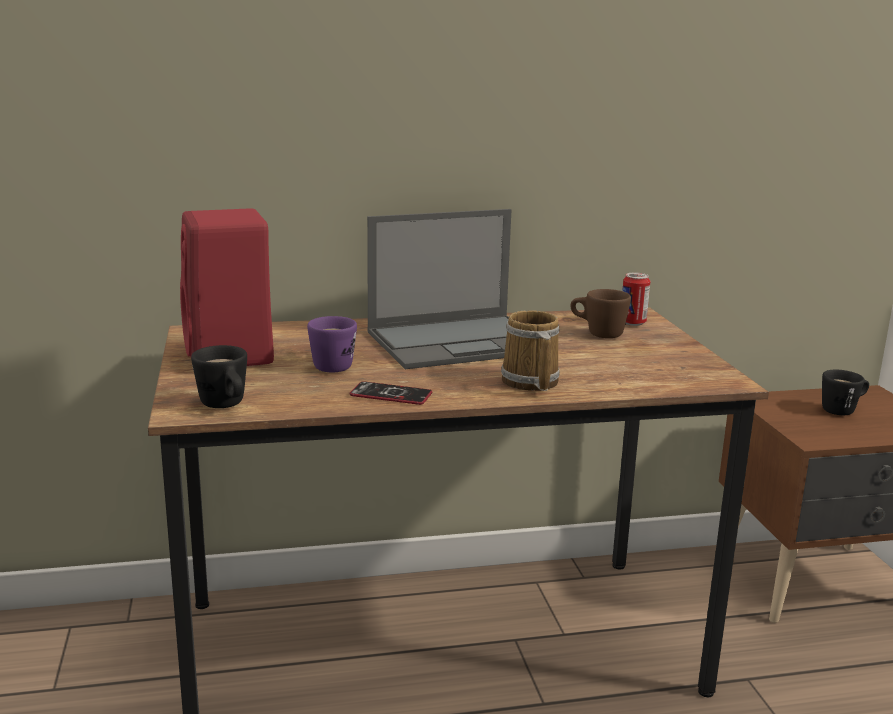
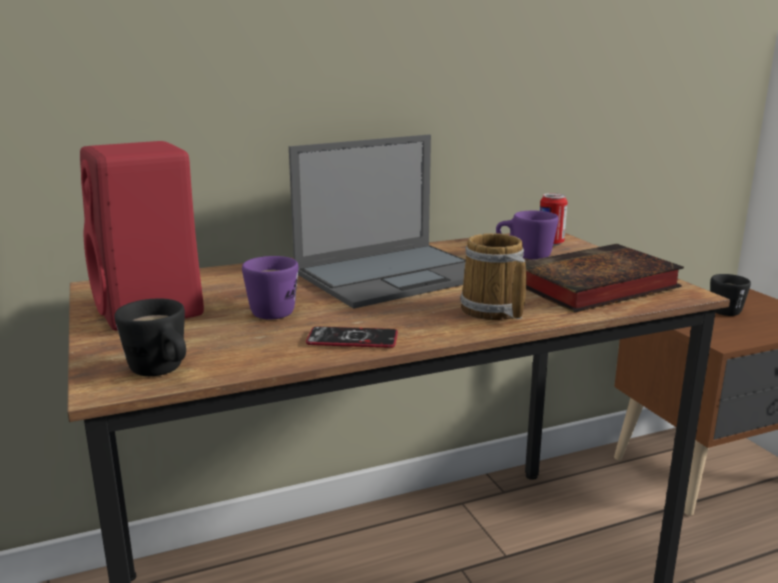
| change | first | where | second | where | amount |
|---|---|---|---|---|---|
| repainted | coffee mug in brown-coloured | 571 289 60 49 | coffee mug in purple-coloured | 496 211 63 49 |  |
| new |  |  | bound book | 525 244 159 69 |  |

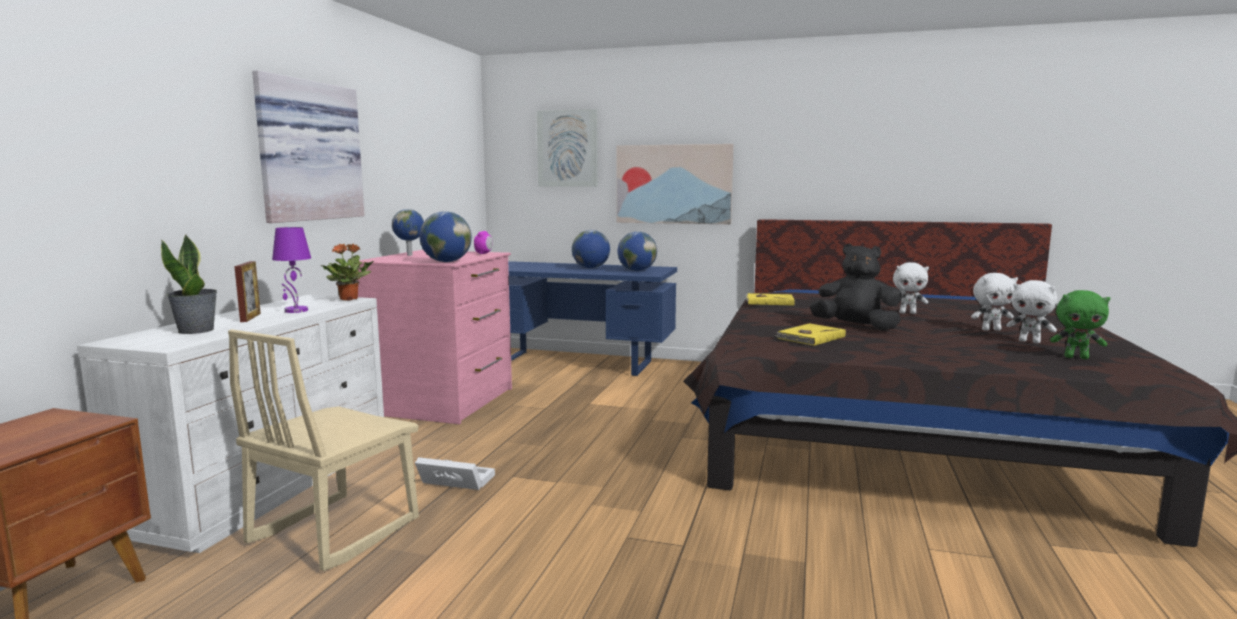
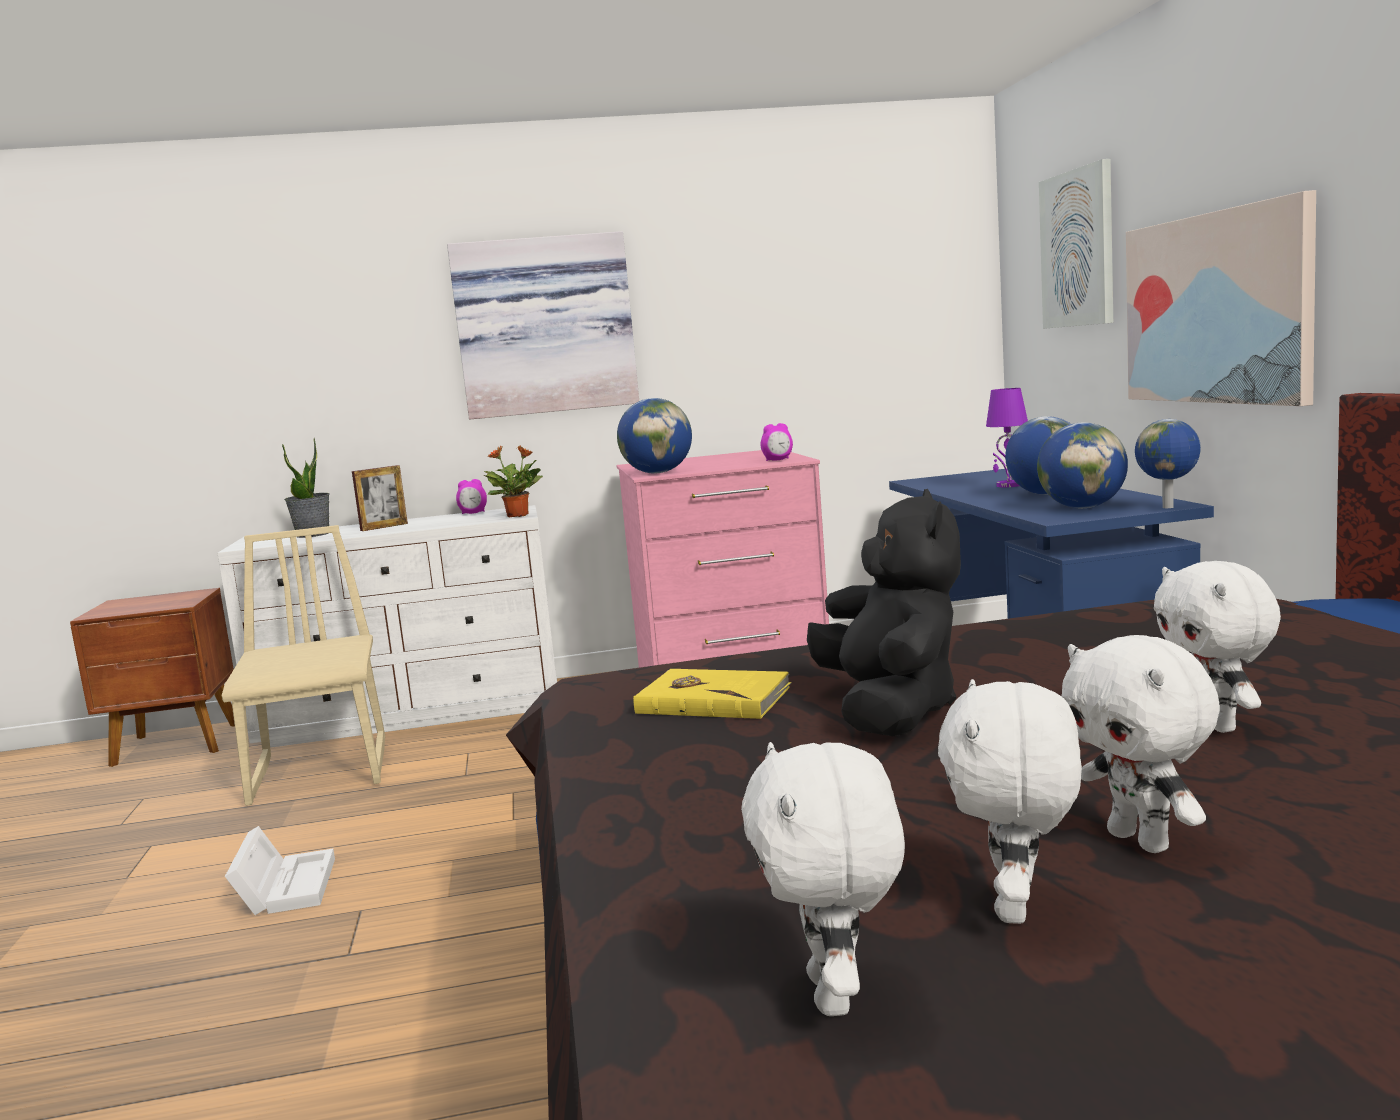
| change | first | where | second | where | amount |
|---|---|---|---|---|---|
| rotated | chair in beige-coloured | 228 329 191 242 |  | 222 525 163 281 | 75 degrees clockwise |
| shifted | storage bin in white-coloured | 415 457 80 33 |  | 225 826 110 89 |  |
| new |  |  | alarm clock | 456 479 31 35 |  |
| repainted | soft toy in green-coloured | 1050 290 60 69 | soft toy in white-coloured | 741 742 164 274 |  |
| shifted | lamp for a table in purple-coloured | 272 227 39 86 |  | 986 388 42 99 |  |
| shifted | globe | 392 209 32 47 |  | 1135 419 66 89 |  |
| gone | bound book in yellow-coloured | 746 293 49 13 |  |  |  |

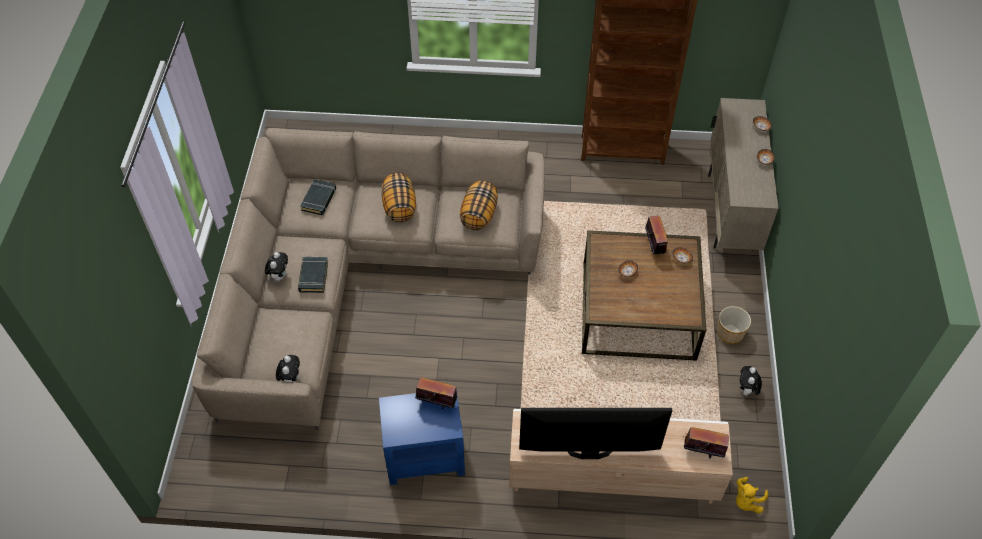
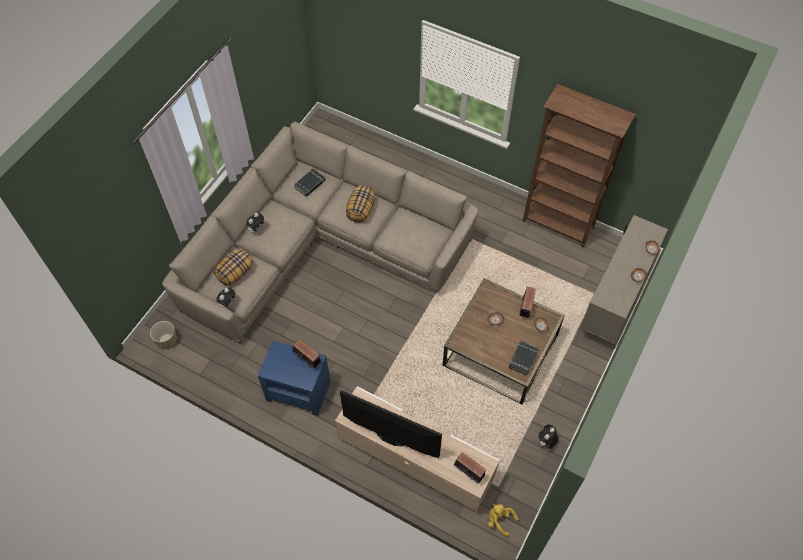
| change | first | where | second | where | amount |
|---|---|---|---|---|---|
| shifted | planter | 717 306 34 38 |  | 150 321 27 28 |  |
| shifted | throw pillow | 460 181 38 49 |  | 214 248 39 38 |  |
| rotated | soft toy in yellow-coloured | 736 477 32 37 |  | 488 503 30 34 | 60 degrees clockwise |
| shifted | bound book in blackish | 298 257 30 36 |  | 509 341 30 35 |  |

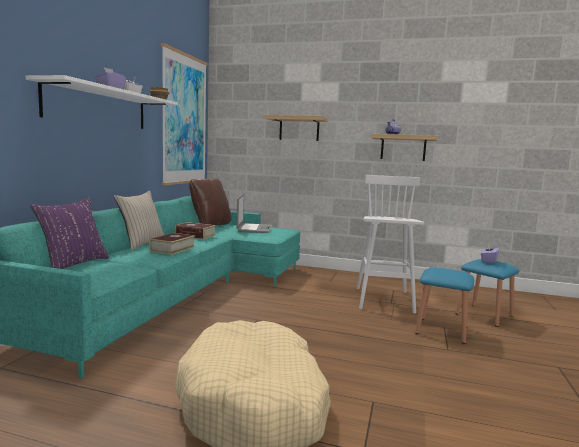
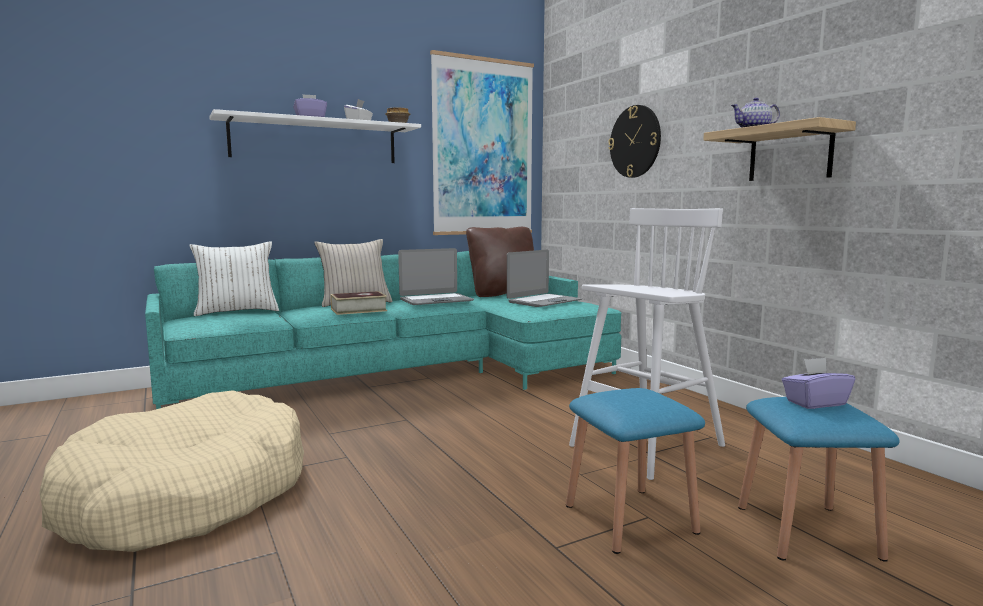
| change | first | where | second | where | amount |
|---|---|---|---|---|---|
| repainted | throw pillow in purple-coloured | 30 197 80 72 | throw pillow in white-coloured | 189 241 90 75 |  |
| swapped | bound book | 175 222 41 17 | laptop | 398 248 76 57 |  |
| swapped | bracket shelf | 265 115 63 26 | hanging clock | 608 105 53 73 |  |

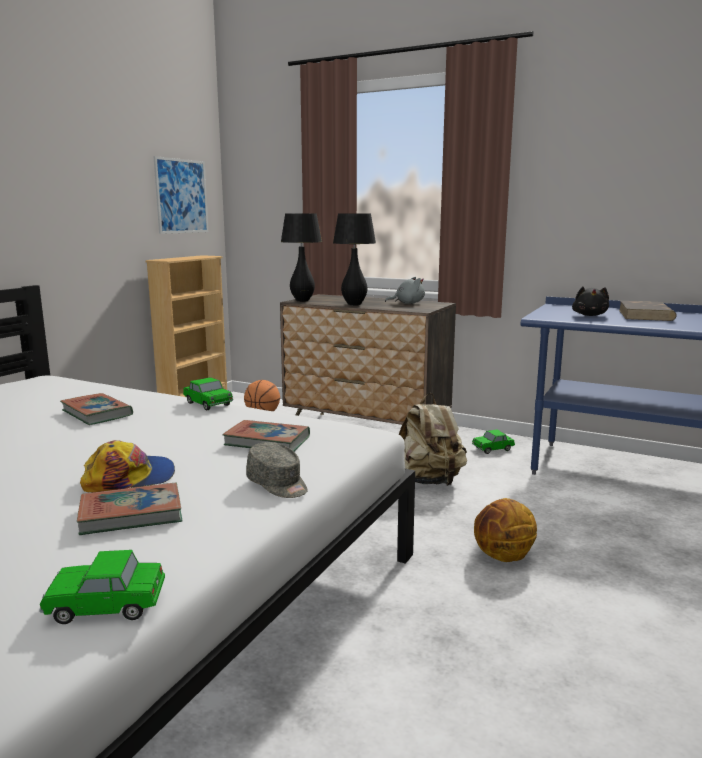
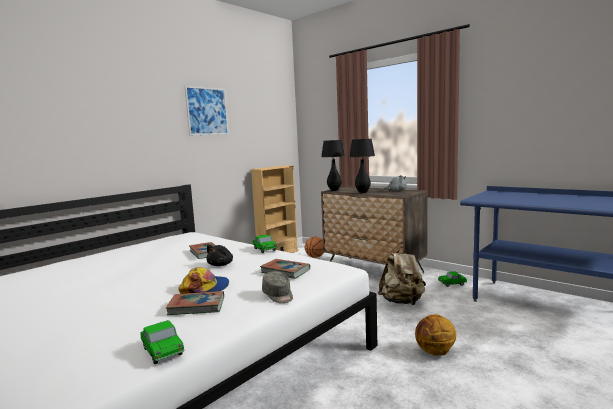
| change | first | where | second | where | amount |
|---|---|---|---|---|---|
| rotated | toy car | 39 550 126 74 |  | 141 320 43 44 | 135 degrees counterclockwise |
| shifted | picture | 153 156 55 78 |  | 185 86 44 49 |  |
| shifted | soft toy in blackish | 572 286 37 30 |  | 206 245 27 21 |  |
| gone | bound book in brown-coloured | 619 301 58 20 |  |  |  |

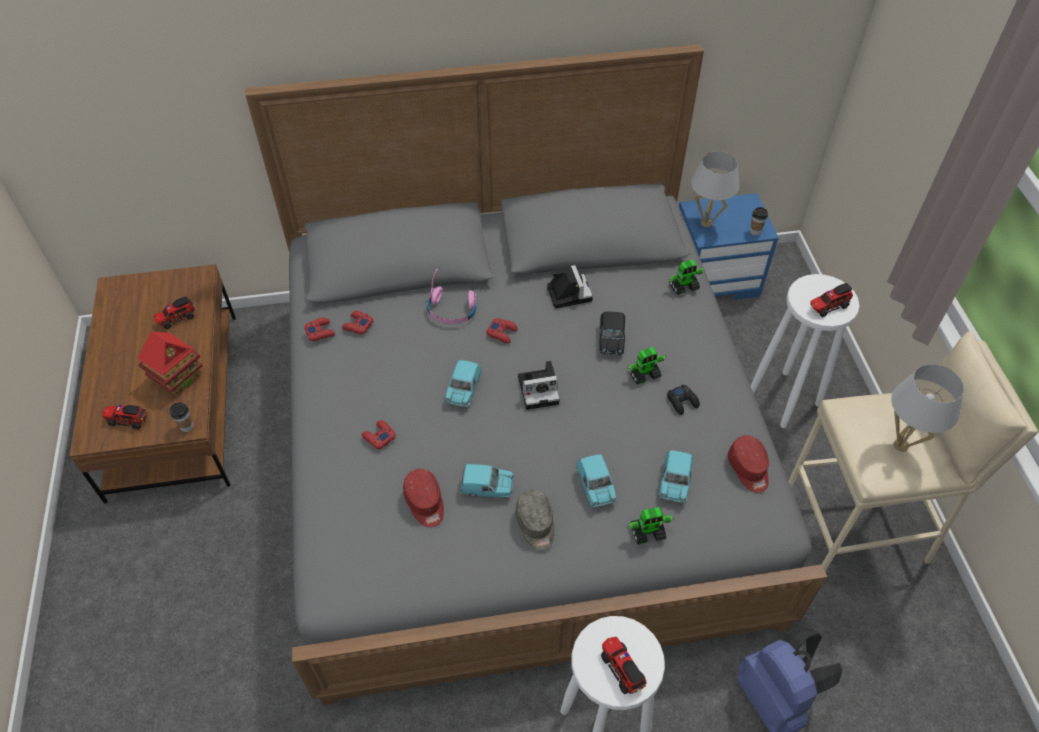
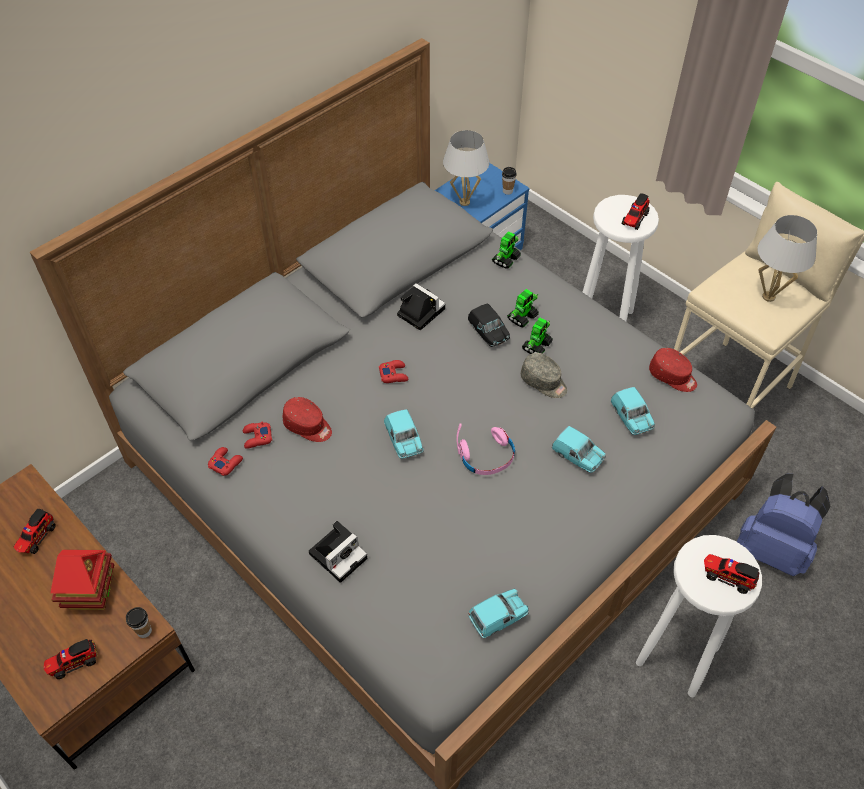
| change | first | where | second | where | amount |
|---|---|---|---|---|---|
| shifted | peaked cap in red | 403 469 41 58 |  | 282 397 50 45 |  |
| shifted | still camera | 518 361 42 49 |  | 309 521 58 62 |  |
| shifted | headphones in pink | 427 269 49 55 |  | 456 423 59 52 |  |
| shifted | toy car in turquoise-coloured | 460 464 54 34 |  | 468 589 61 49 |  |
| shifted | toy robot | 626 507 49 37 |  | 507 289 32 38 |  |
| shifted | peaked cap in greyish | 515 490 39 61 |  | 521 353 46 45 |  |
| gone | gamepad in red | 362 420 34 29 |  |  |  |
| gone | gamepad in blackish | 667 384 33 31 |  |  |  |

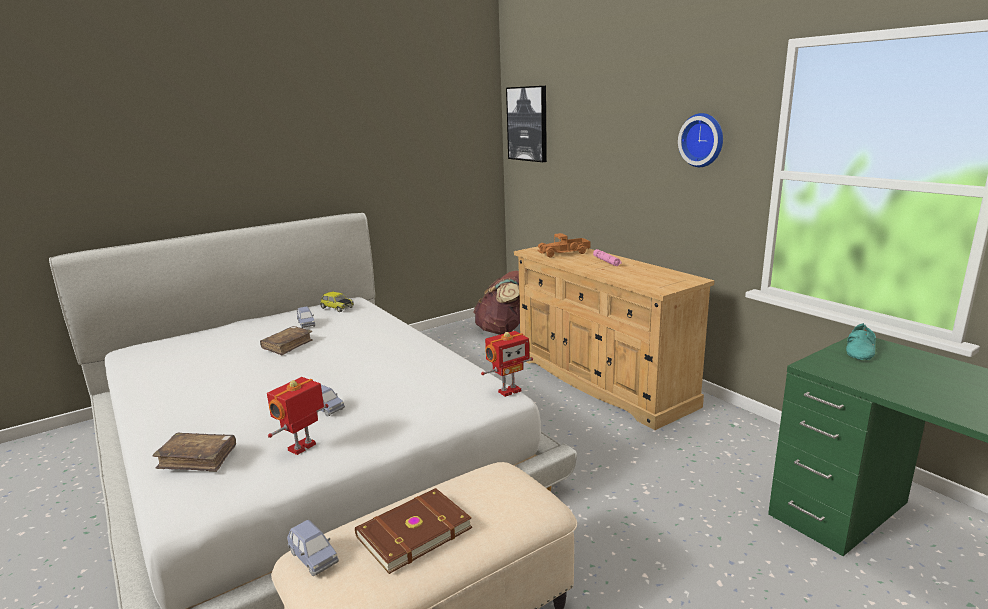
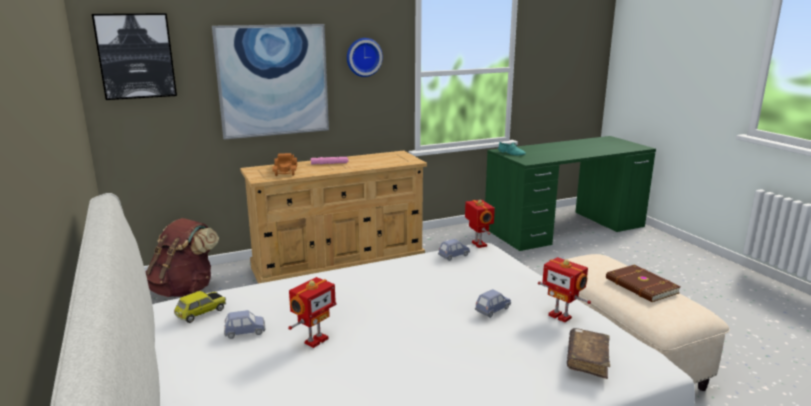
| change | first | where | second | where | amount |
|---|---|---|---|---|---|
| new |  |  | picture | 212 24 117 115 |  |
| swapped | bound book in brown-coloured | 260 326 53 29 | toy robot | 288 277 49 71 |  |
| shifted | toy car in blue-coloured | 287 520 52 56 |  | 438 239 32 22 |  |

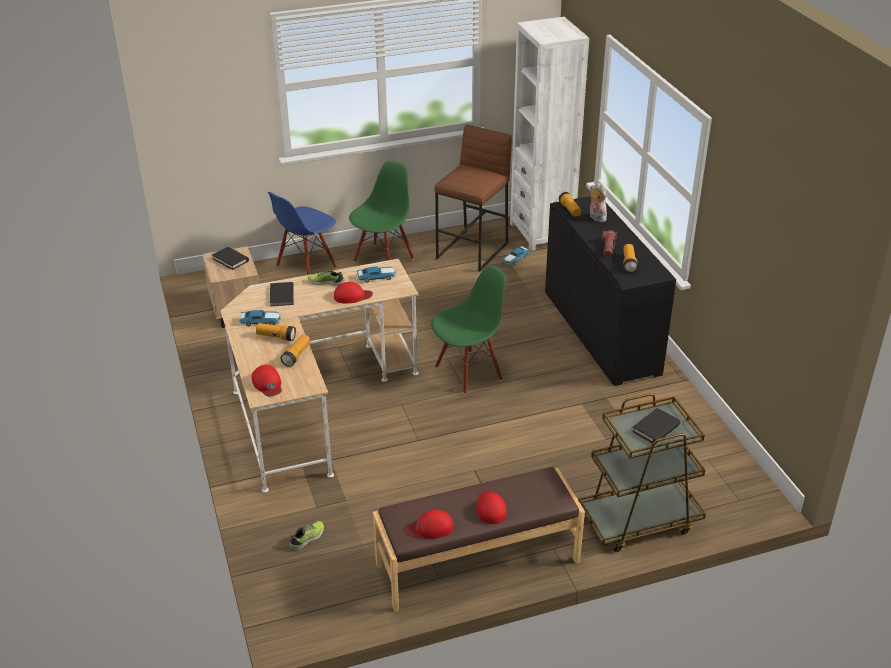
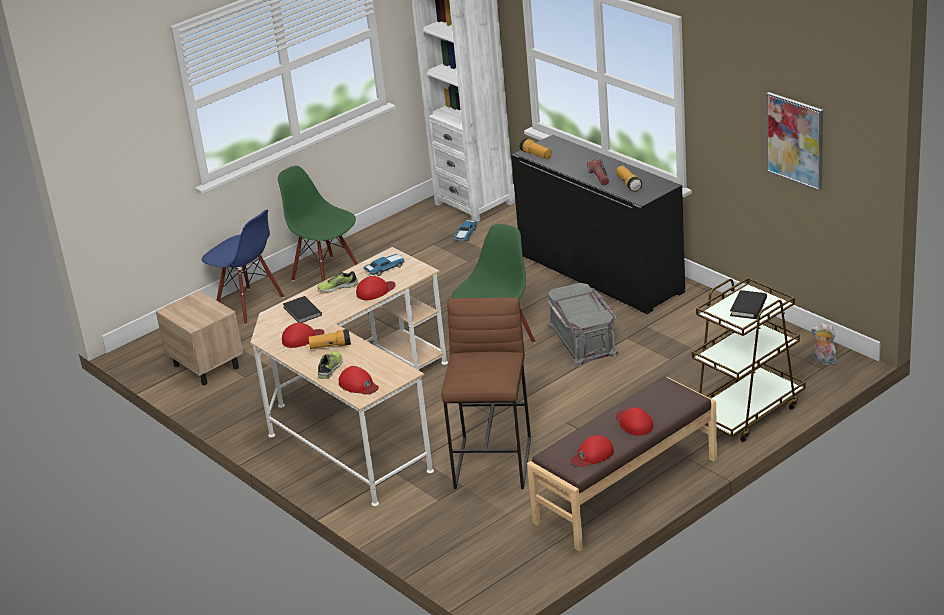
| change | first | where | second | where | amount |
|---|---|---|---|---|---|
| rotated | chair in blue-coloured | 268 192 69 83 |  | 202 210 83 115 | 75 degrees counterclockwise |
| rotated | chair in green-coloured | 349 161 65 102 |  | 278 166 80 116 | 60 degrees counterclockwise |
| swapped | toy car | 239 310 42 16 | peaked cap in red | 282 323 42 25 |  |
| shifted | item of footwear | 290 521 34 29 |  | 318 351 25 28 |  |
| shifted | sitting stool in brown-coloured | 434 125 78 147 |  | 441 297 90 192 |  |
| new |  |  | storage bin in greyish | 548 283 71 83 |  |
| new |  |  | picture | 766 92 57 99 |  |
| shifted | soft toy | 590 183 17 39 |  | 811 323 28 42 |  |
| gone | bound book in blackish | 212 247 37 23 |  |  |  |
| gone | torch | 280 335 30 32 |  |  |  |

